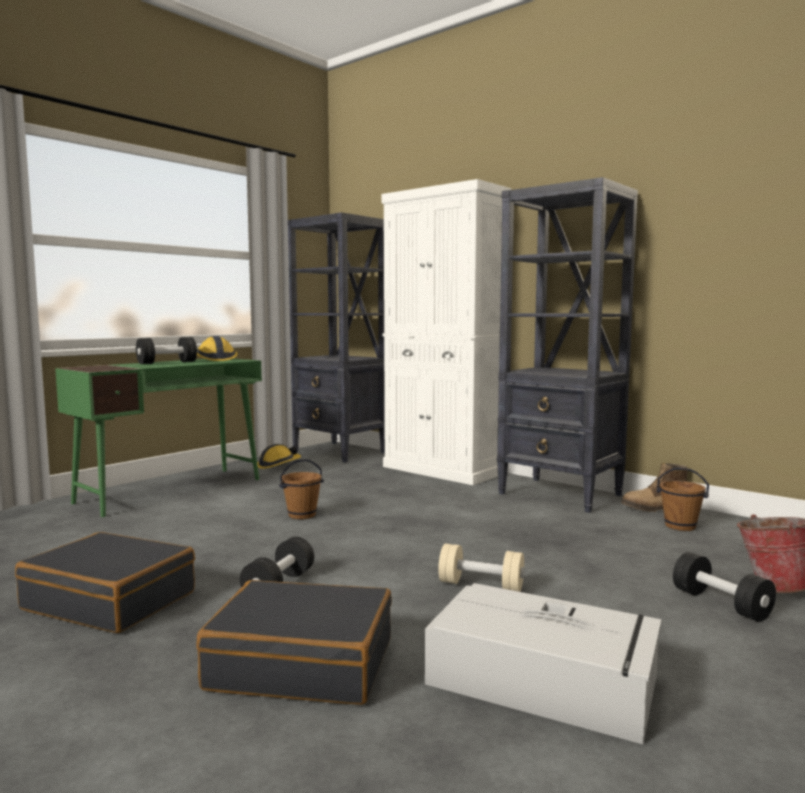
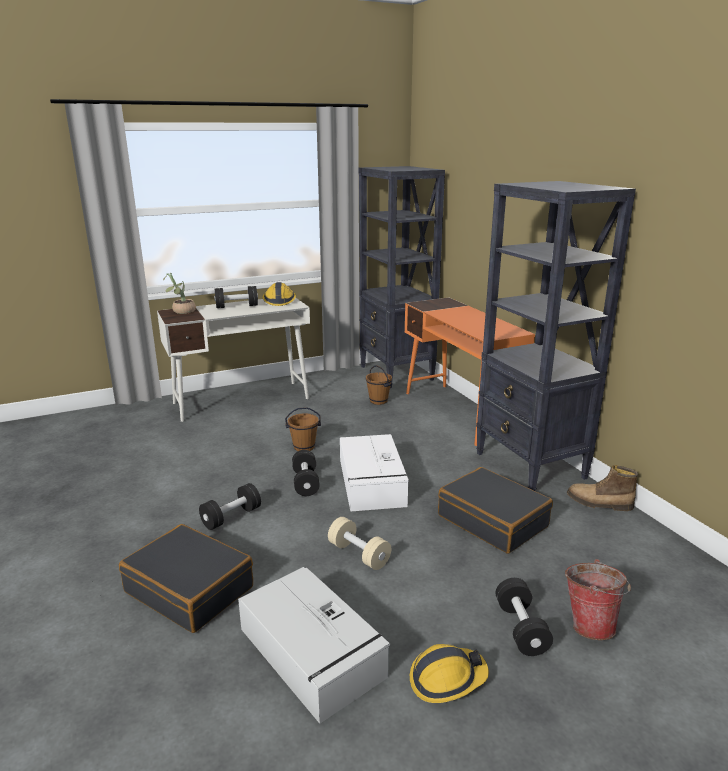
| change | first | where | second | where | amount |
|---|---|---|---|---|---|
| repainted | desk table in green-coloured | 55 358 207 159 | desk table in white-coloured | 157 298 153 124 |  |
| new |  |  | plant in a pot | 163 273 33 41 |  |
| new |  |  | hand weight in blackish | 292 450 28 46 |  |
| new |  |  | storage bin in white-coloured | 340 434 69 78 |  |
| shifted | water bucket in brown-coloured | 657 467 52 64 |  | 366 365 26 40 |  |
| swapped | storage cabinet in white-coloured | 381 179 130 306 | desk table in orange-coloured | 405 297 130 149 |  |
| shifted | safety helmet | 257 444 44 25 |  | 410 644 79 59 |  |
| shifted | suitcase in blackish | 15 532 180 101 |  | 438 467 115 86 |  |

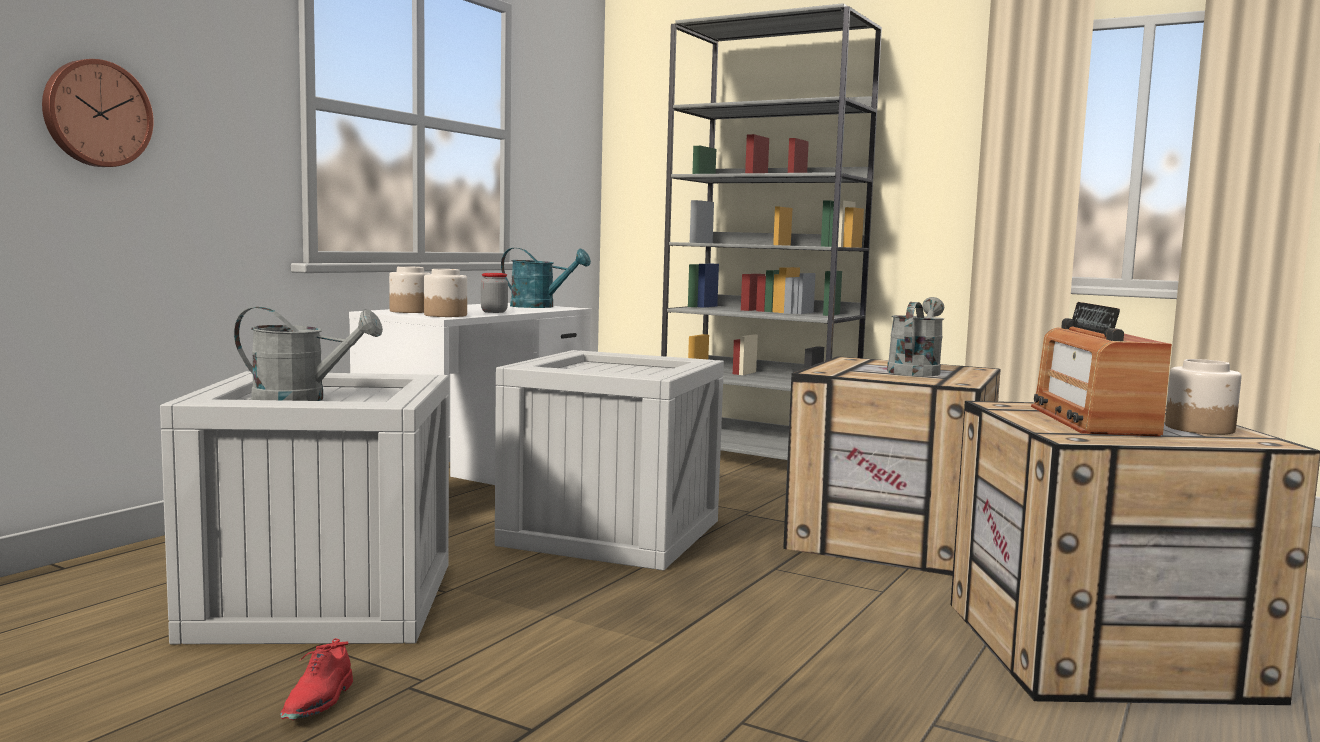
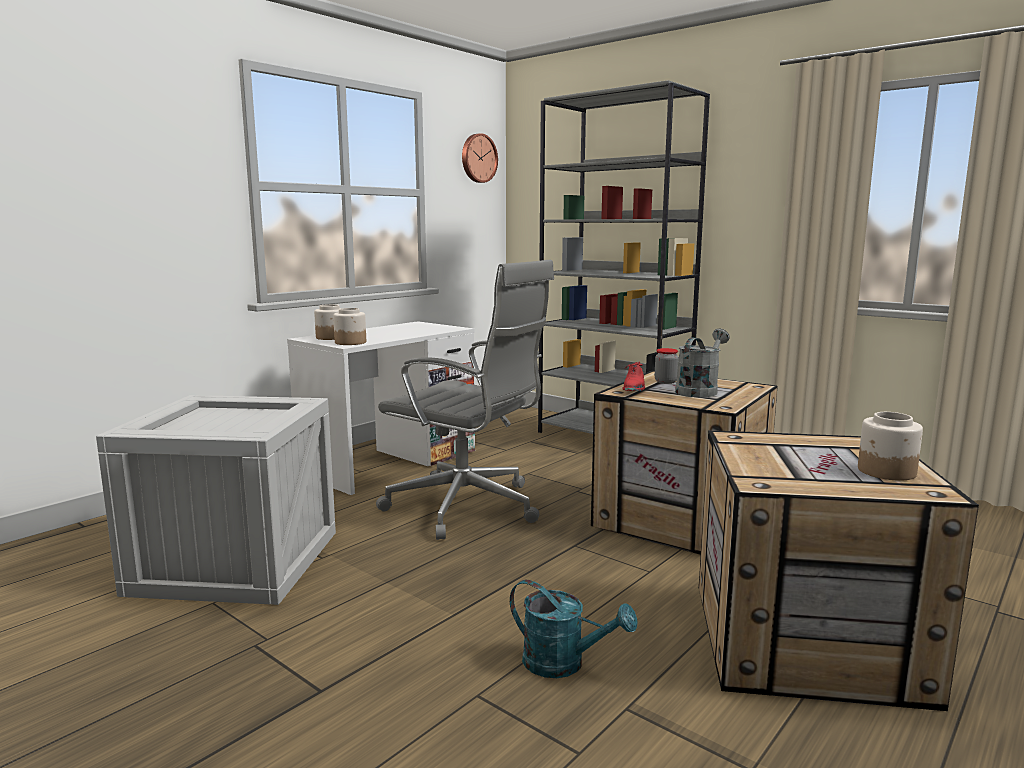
| change | first | where | second | where | amount |
|---|---|---|---|---|---|
| swapped | crate | 495 350 229 221 | office chair in greyish | 376 260 178 280 |  |
| shifted | hanging clock | 42 59 112 108 |  | 462 133 36 50 |  |
| shifted | sprinkling can in turquoise-coloured | 501 248 90 60 |  | 510 580 128 98 |  |
| shifted | item of footwear in red | 280 638 73 82 |  | 622 362 23 29 |  |
| shifted | preserve jar | 481 273 27 40 |  | 655 348 24 36 |  |
| gone | sprinkling can in greyish | 234 307 149 94 |  |  |  |
| gone | radio | 1031 302 141 135 |  |  |  |

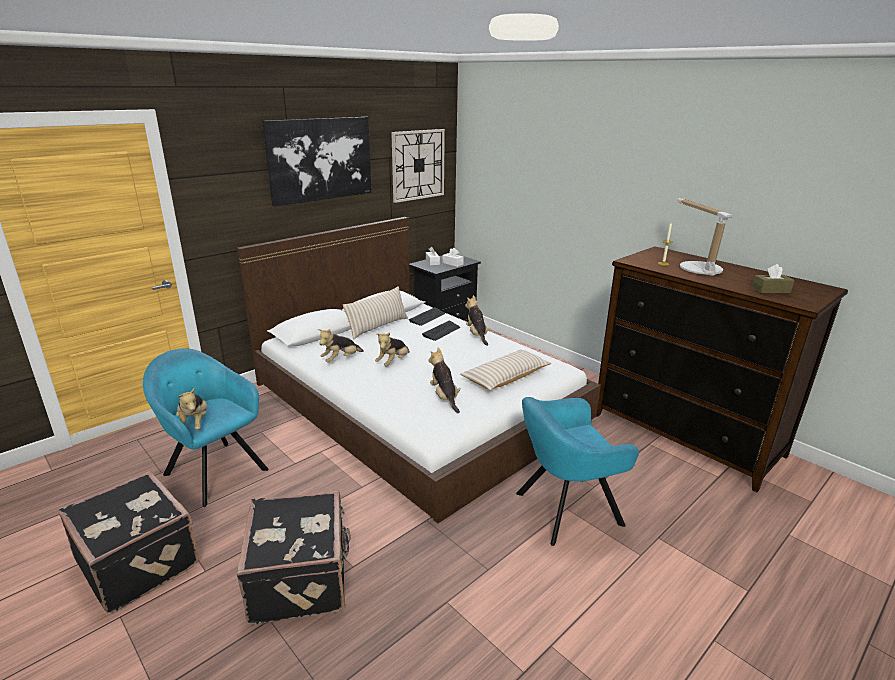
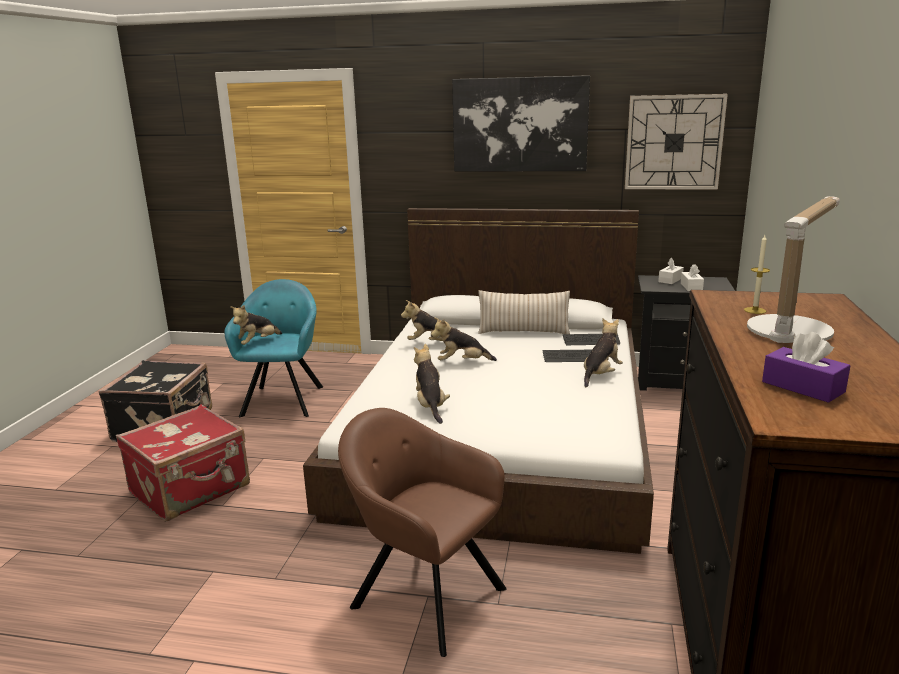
| change | first | where | second | where | amount |
|---|---|---|---|---|---|
| repainted | suitcase in blackish | 236 490 115 135 | suitcase in red | 116 404 134 118 |  |
| repainted | lounge chair in turquoise-coloured | 516 397 123 149 | lounge chair in brown-coloured | 338 408 169 249 |  |
| rotated | soft toy | 428 348 33 65 |  | 414 344 36 80 | 45 degrees counterclockwise |
| repainted | tissue box in brown-coloured | 752 264 42 29 | tissue box in purple-coloured | 762 332 89 71 |  |
| gone | throw pillow in beige-coloured | 460 350 91 40 |  |  |  |

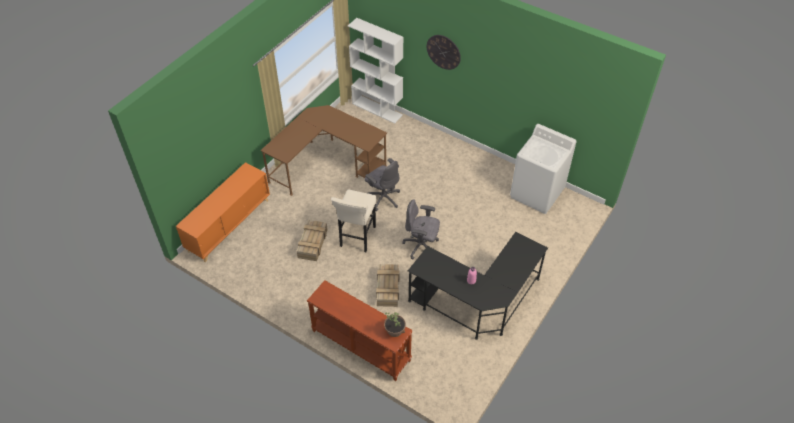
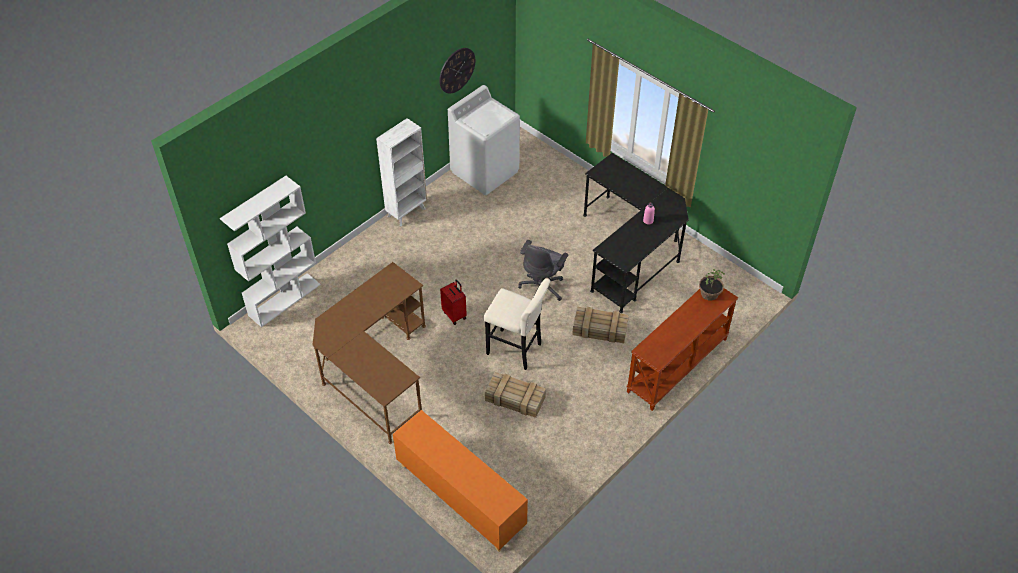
| change | first | where | second | where | amount |
|---|---|---|---|---|---|
| new |  |  | bookcase in white-coloured | 376 118 51 108 |  |
| shifted | hanging clock | 427 35 34 35 |  | 439 48 37 46 |  |
| swapped | office chair in greyish | 365 158 35 53 | suitcase in red | 440 279 27 46 |  |

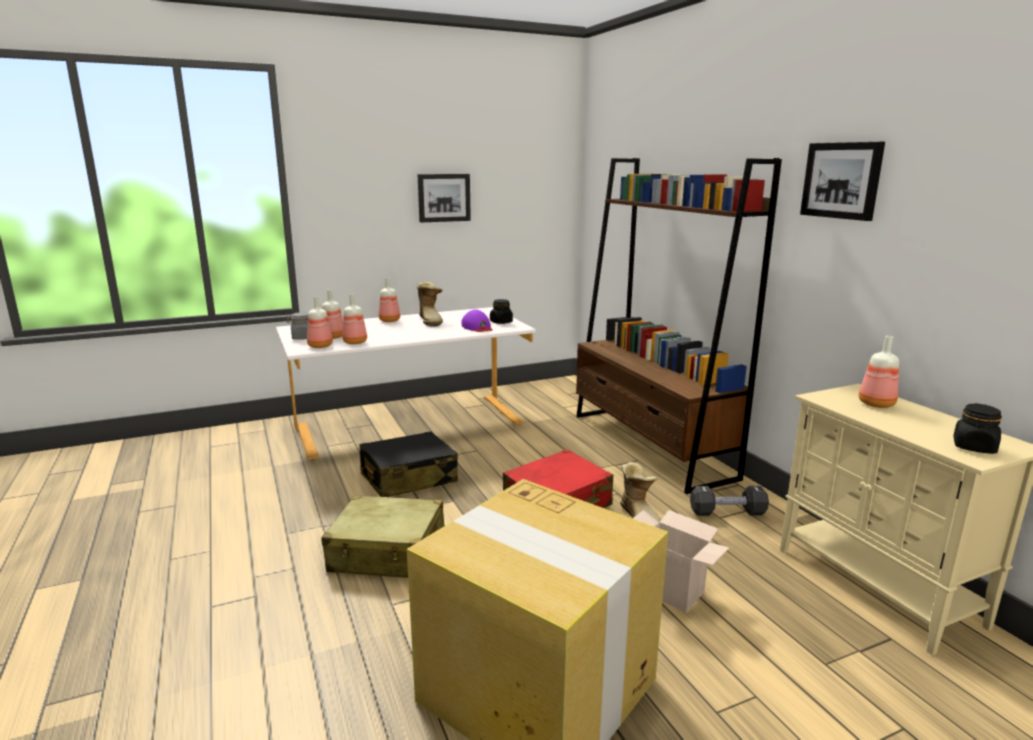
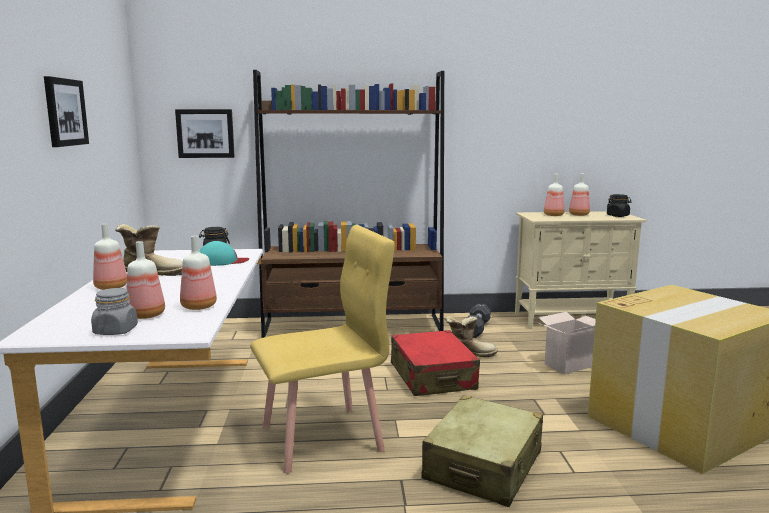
| change | first | where | second | where | amount |
|---|---|---|---|---|---|
| shifted | picture | 800 142 85 79 |  | 175 109 60 49 |  |
| repainted | peaked cap in purple-coloured | 462 309 30 23 | peaked cap in turquoise-coloured | 199 241 51 25 |  |
| swapped | suitcase in blackish | 359 431 99 66 | chair in yellow-coloured | 250 225 145 249 |  |
| shifted | bottle | 307 296 26 52 |  | 569 174 21 42 |  |

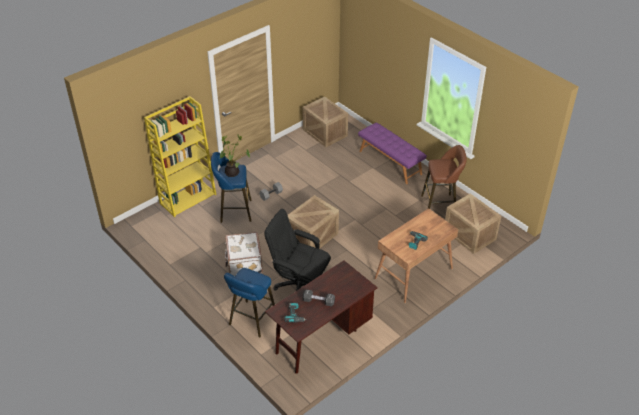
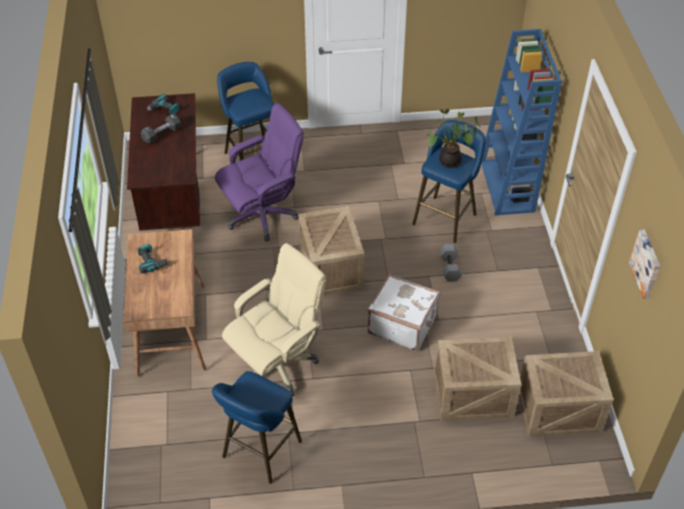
| change | first | where | second | where | amount |
|---|---|---|---|---|---|
| repainted | sitting stool in brown-coloured | 421 145 46 64 | sitting stool in blue-coloured | 212 371 90 113 |  |
| repainted | office chair in blackish | 264 209 67 82 | office chair in purple-coloured | 215 103 89 138 |  |
| new |  |  | office chair in beige-coloured | 222 243 104 153 |  |
| shifted | suitcase in white-coloured | 224 232 39 44 |  | 368 274 72 77 |  |
| shifted | crate | 445 193 56 61 |  | 434 337 88 84 |  |
| repainted | bookcase in yellow-coloured | 144 96 72 121 | bookcase in blue-coloured | 481 29 81 186 |  |
| new |  |  | picture | 629 230 31 69 |  |
| gone | indoor bench in purple-coloured | 358 122 69 62 |  |  |  |

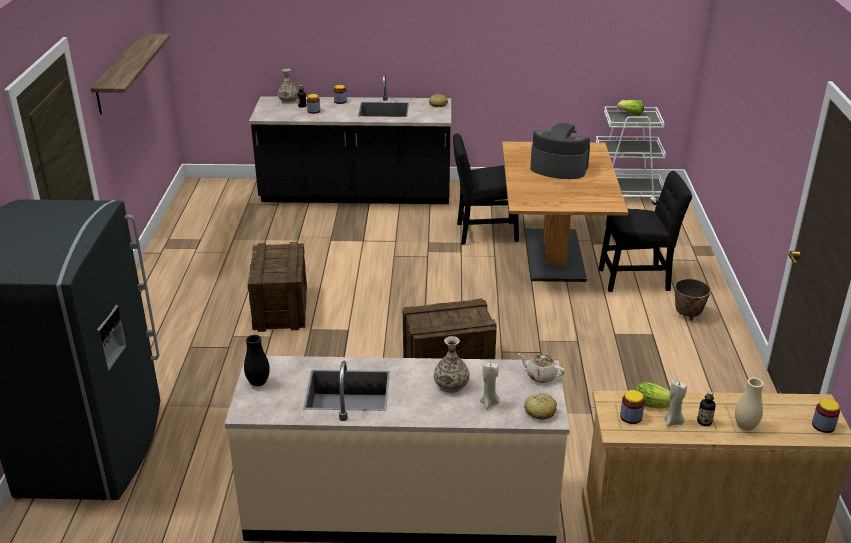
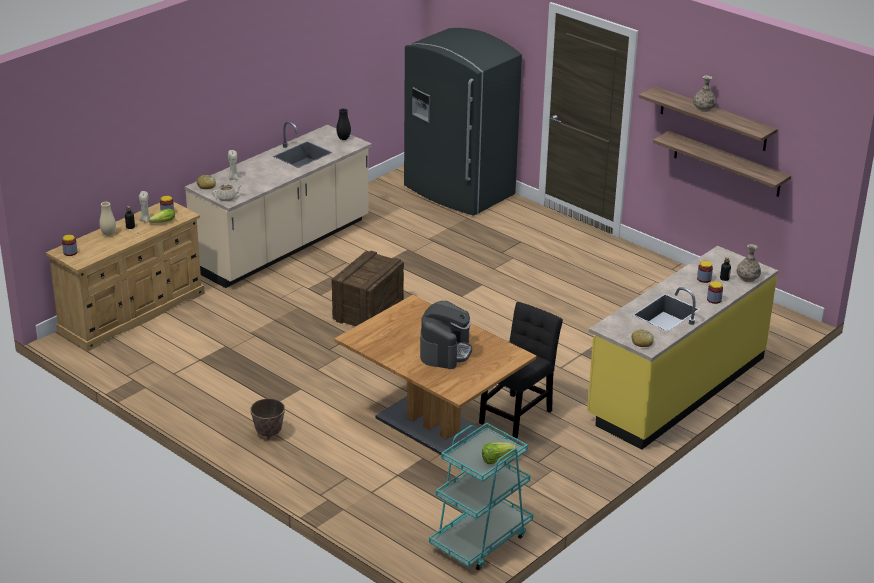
| change | first | where | second | where | amount |
|---|---|---|---|---|---|
| rotated | coffee machine | 530 123 60 56 |  | 420 301 52 68 | 45 degrees counterclockwise |
| repainted | trolley in white-coloured | 596 100 70 105 | trolley in turquoise-coloured | 429 423 104 147 |  |
| repainted | kitchen counter in blackish | 249 73 202 131 | kitchen counter in yellow-coloured | 587 246 191 203 |  |
| new |  |  | bracket shelf | 653 131 138 66 |  |
| shifted | flower vase | 434 336 36 57 |  | 693 76 23 36 |  |
| gone | crate | 248 242 59 90 |  |  |  |
| gone | chair in blackish | 599 171 93 121 |  |  |  |

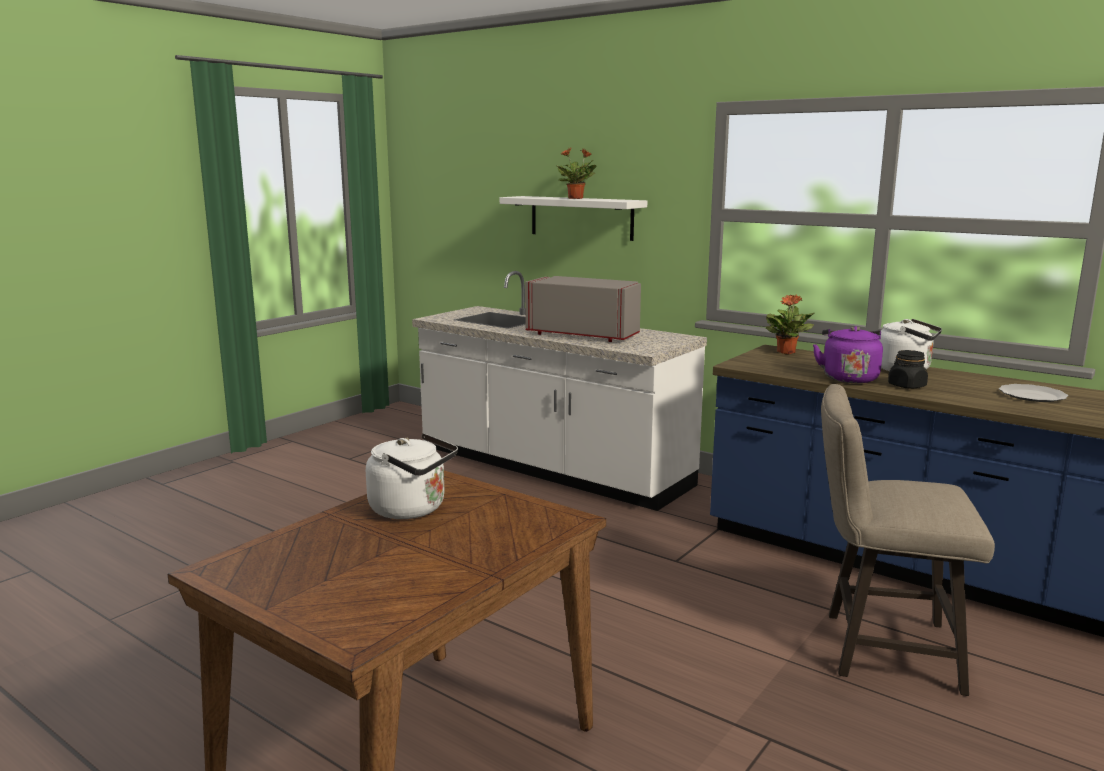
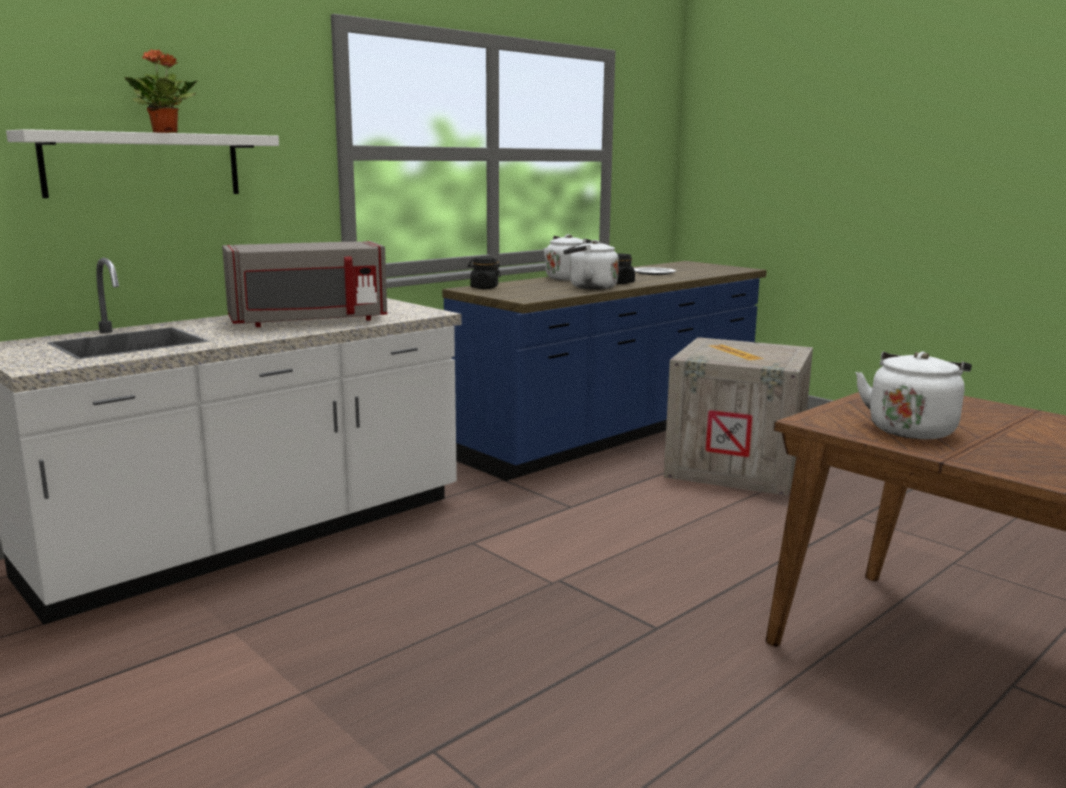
| change | first | where | second | where | amount |
|---|---|---|---|---|---|
| rotated | kitchen microwave in greyish | 525 276 116 66 |  | 222 241 165 86 | 150 degrees counterclockwise |
| swapped | plant in a pot | 766 295 48 59 | preserve jar in blackish | 467 257 34 32 |  |
| repainted | water kettle in purple-coloured | 813 326 70 57 | water kettle in white-coloured | 563 240 56 50 |  |
| swapped | sitting stool in beige-coloured | 821 384 174 312 | crate | 664 337 149 159 |  |

